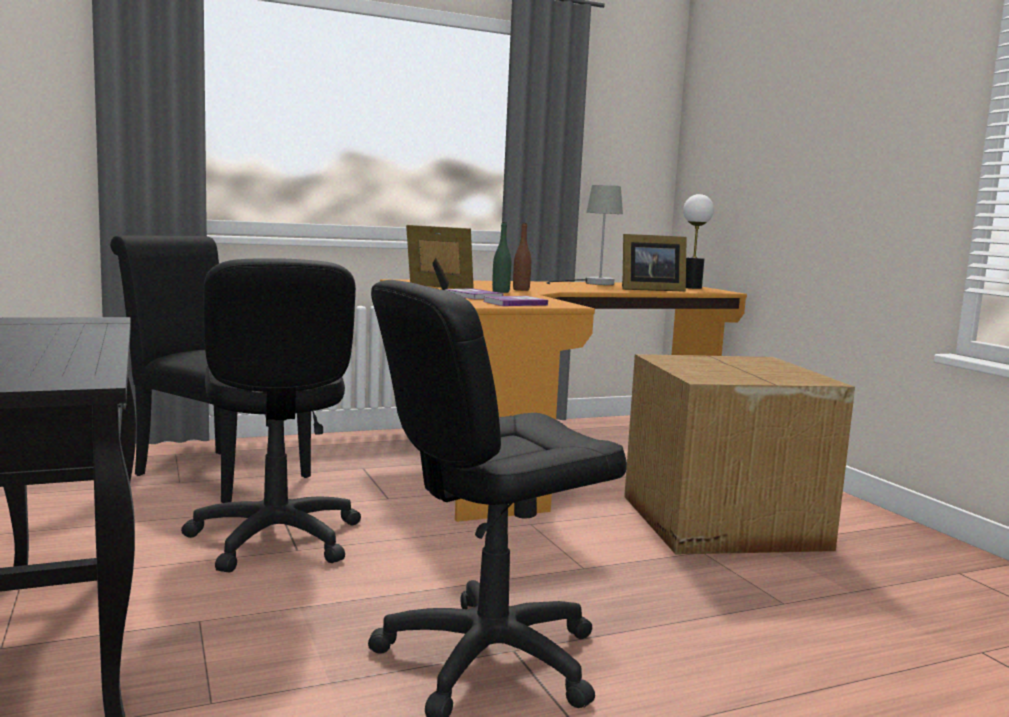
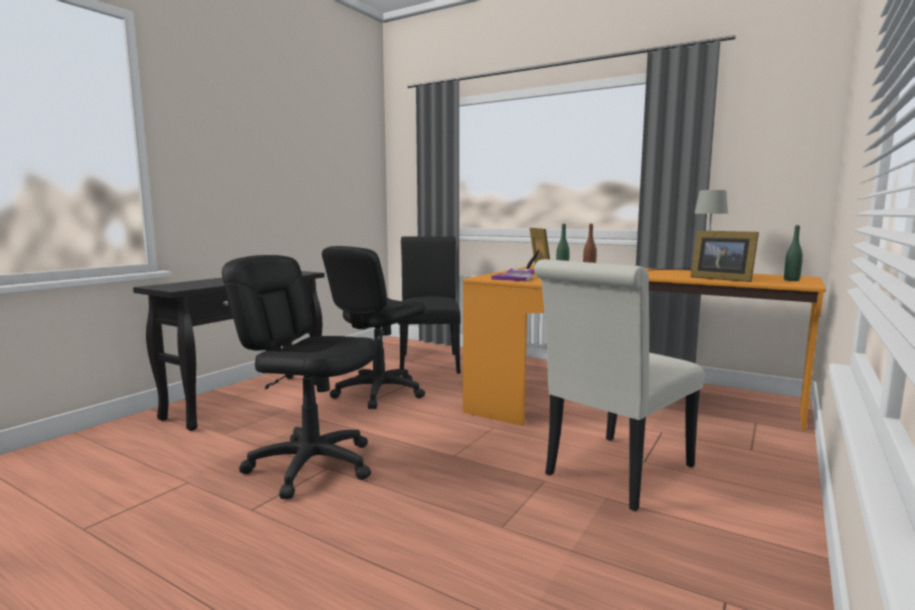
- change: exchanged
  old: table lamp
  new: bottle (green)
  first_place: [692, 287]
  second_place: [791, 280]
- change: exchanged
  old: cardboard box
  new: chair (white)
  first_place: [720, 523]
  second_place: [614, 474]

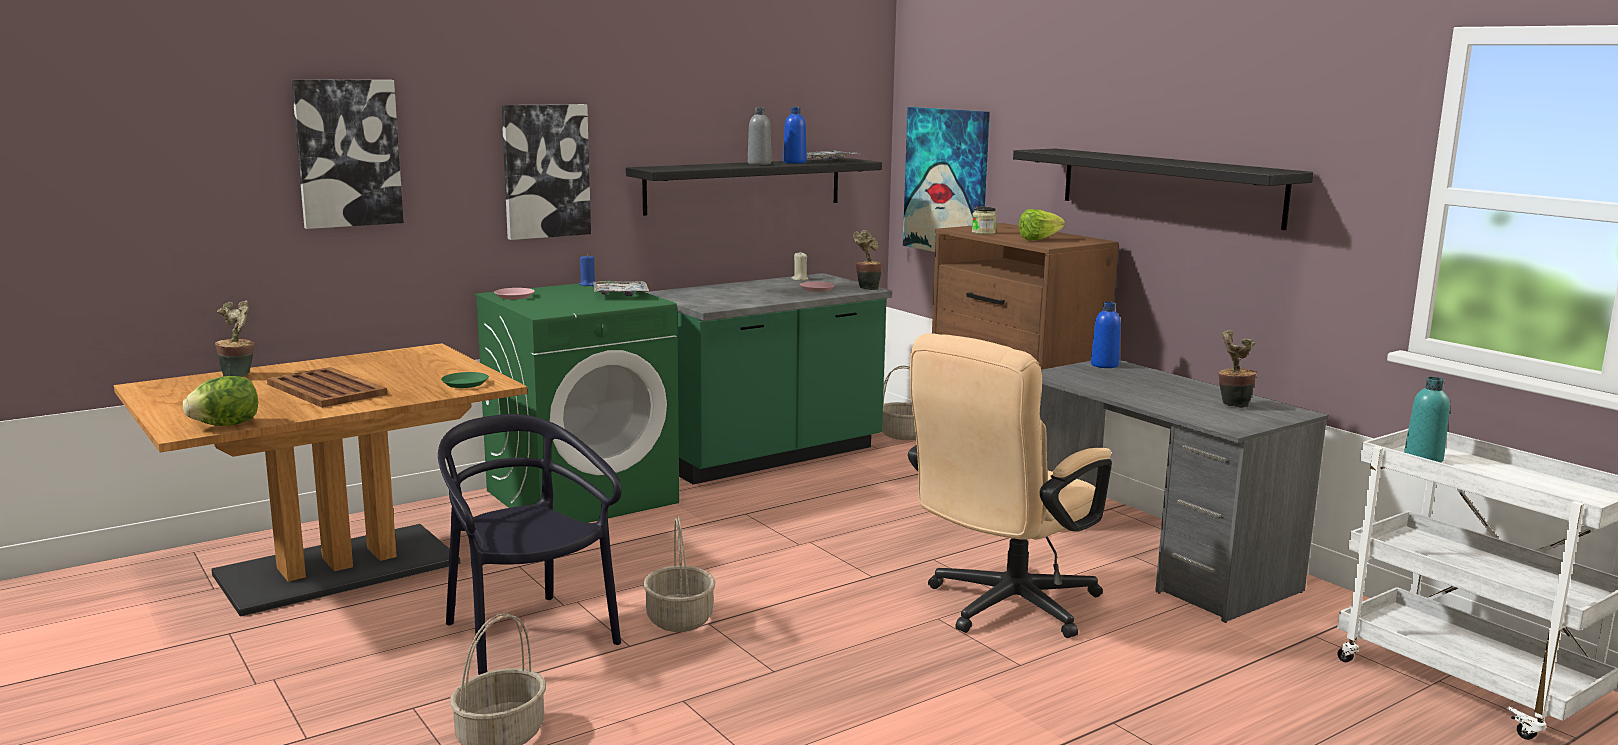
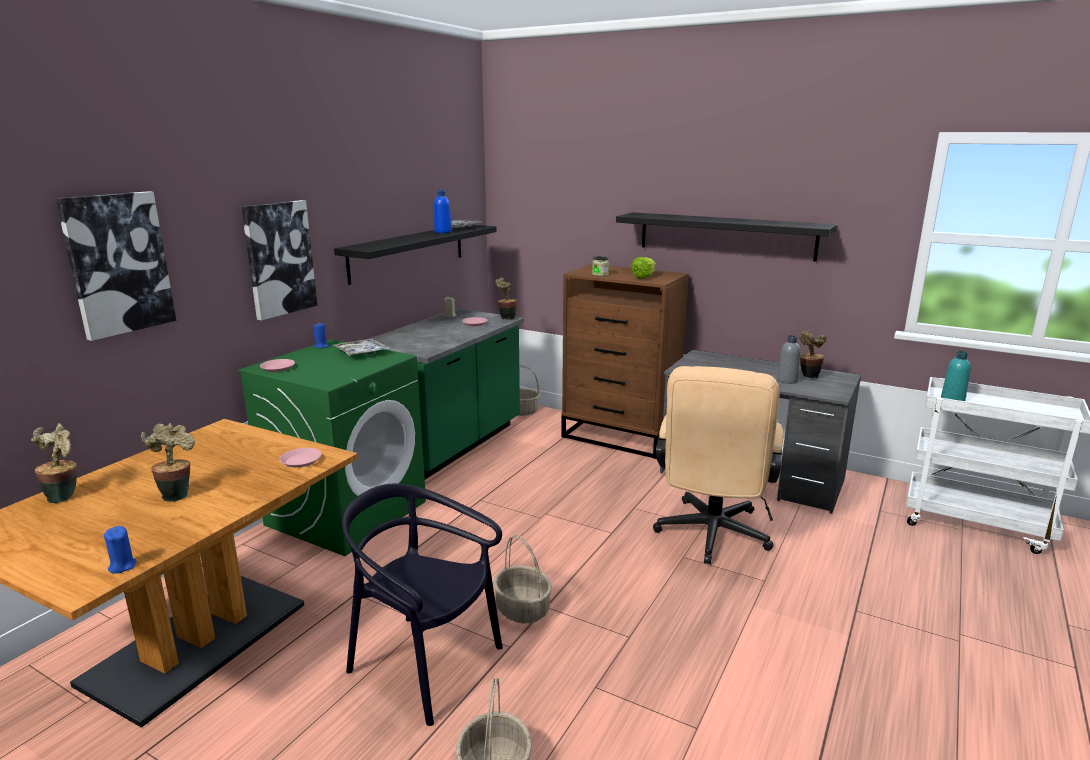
- change: relocated
  old: bottle (grey)
  first_place: [759, 163]
  second_place: [787, 380]
- change: missing
  old: picture
  first_place: [946, 181]
- change: missing
  old: bottle (blue)
  first_place: [1104, 365]
- change: exchanged
  old: tray (brown)
  new: potted plant
  first_place: [326, 389]
  second_place: [176, 494]
- change: colour
  old: plate (green)
  new: plate (pink)
  first_place: [465, 383]
  second_place: [301, 460]
- change: exchanged
  old: lettuce
  new: candle (blue)
  first_place: [226, 425]
  second_place: [122, 566]

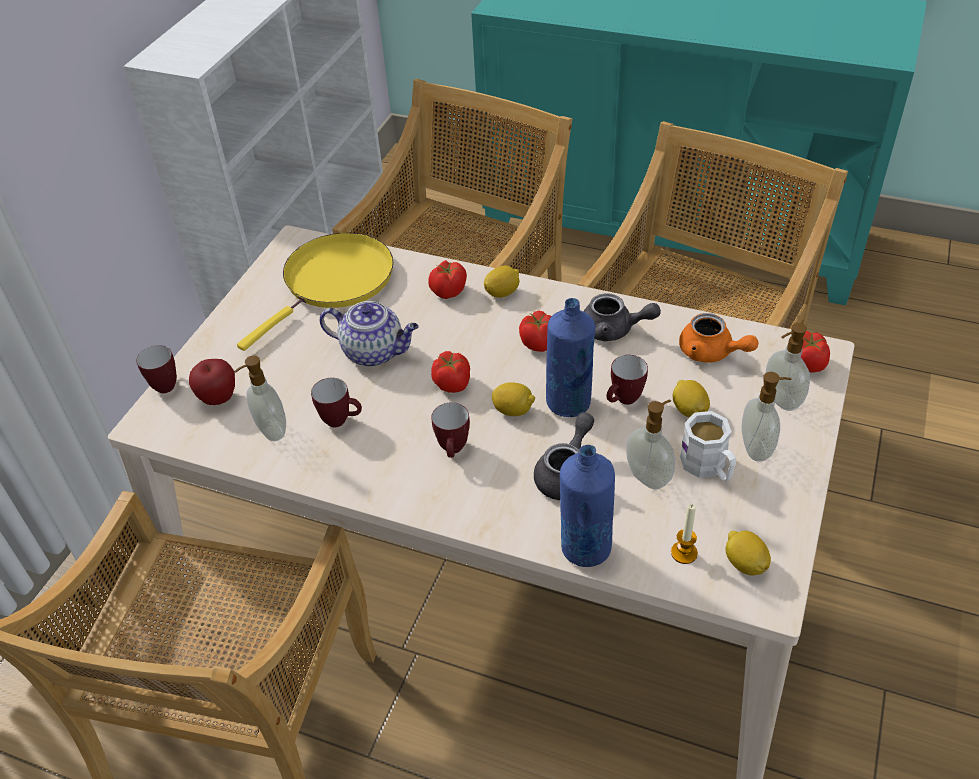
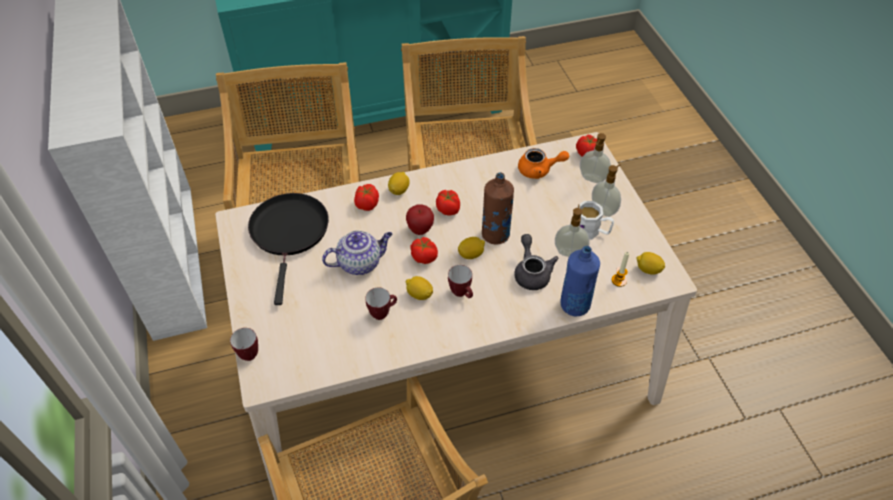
- change: colour
  old: frying pan (yellow)
  new: frying pan (black)
  first_place: [334, 282]
  second_place: [290, 233]
- change: missing
  old: teapot (grey)
  first_place: [614, 330]
- change: colour
  old: bottle (blue)
  new: bottle (brown)
  first_place: [569, 403]
  second_place: [495, 235]
- change: missing
  old: soap dispenser
  first_place: [271, 431]
- change: missing
  old: mug
  first_place: [623, 401]
- change: relocated
  old: apple
  first_place: [218, 398]
  second_place: [420, 230]
- change: relocated
  old: lemon
  first_place: [689, 410]
  second_place: [419, 294]

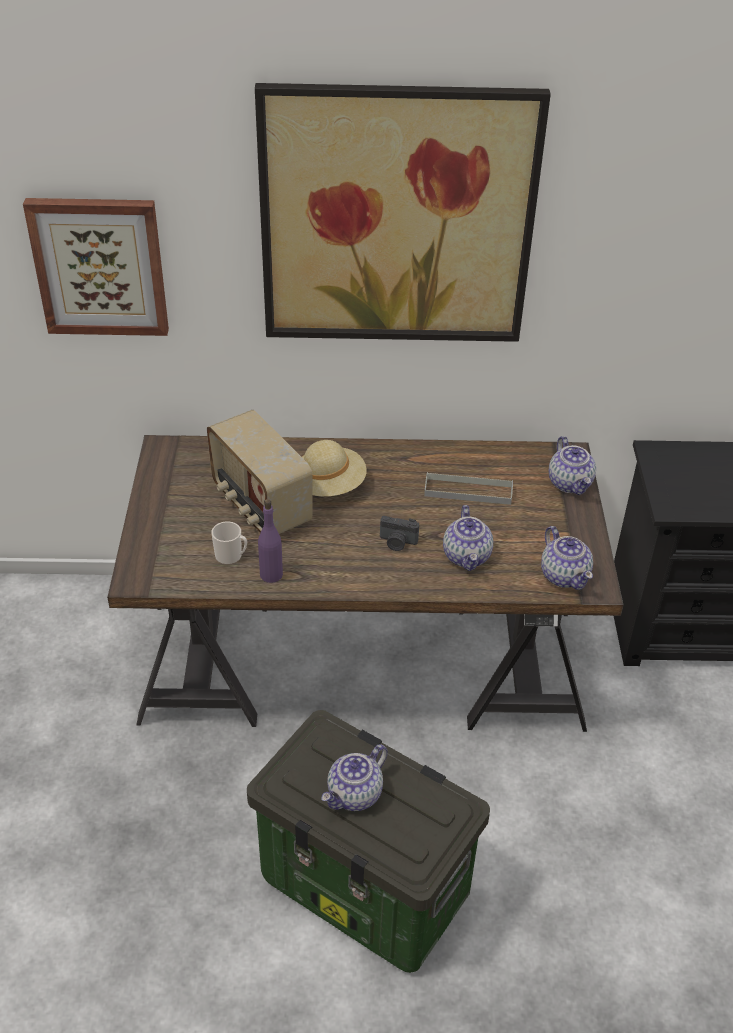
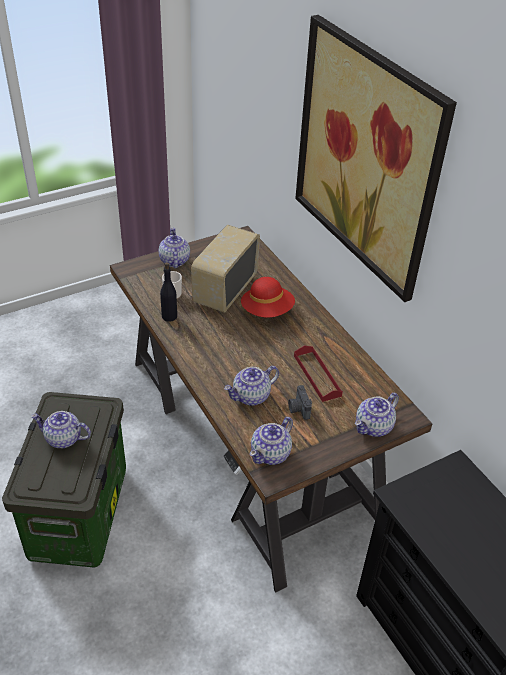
- change: missing
  old: picture
  first_place: [100, 266]
- change: colour
  old: hat (beige)
  new: hat (red)
  first_place: [329, 485]
  second_place: [267, 311]
- change: colour
  old: tray (grey)
  new: tray (red)
  first_place: [468, 491]
  second_place: [317, 375]
- change: colour
  old: bottle (purple)
  new: bottle (black)
  first_place: [271, 574]
  second_place: [169, 316]
- change: relocated
  old: photo camera
  first_place: [397, 542]
  second_place: [298, 409]
- change: appeared
  new: teapot
  second_place: [174, 260]

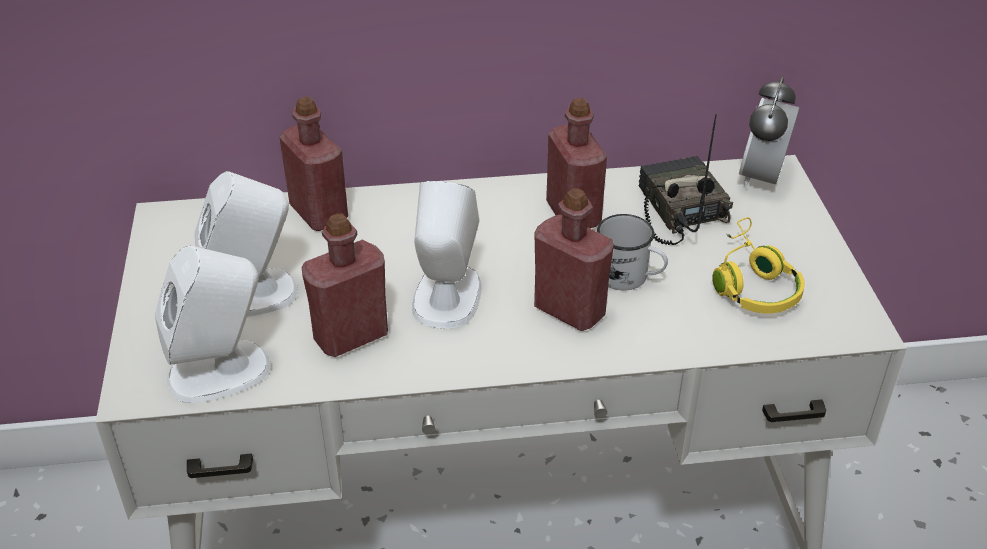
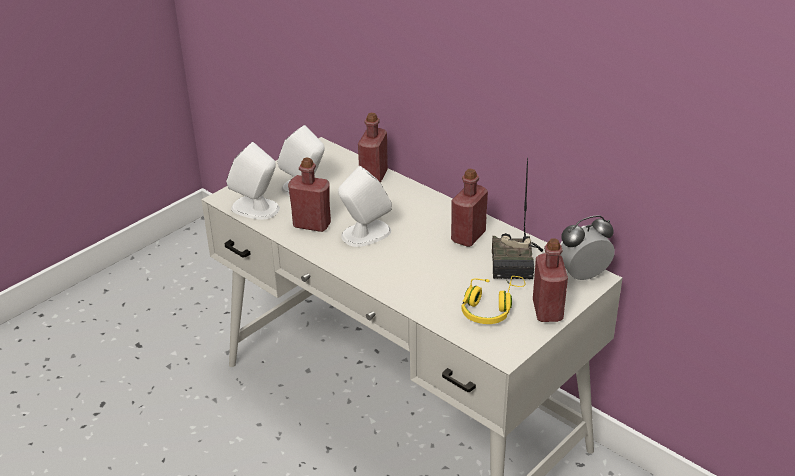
- change: spun
  old: radio
  first_place: [677, 209]
  second_place: [516, 262]
  degrees: 150
- change: relocated
  old: bottle (red)
  first_place: [569, 310]
  second_place: [547, 310]
- change: missing
  old: mug (white)
  first_place: [629, 277]

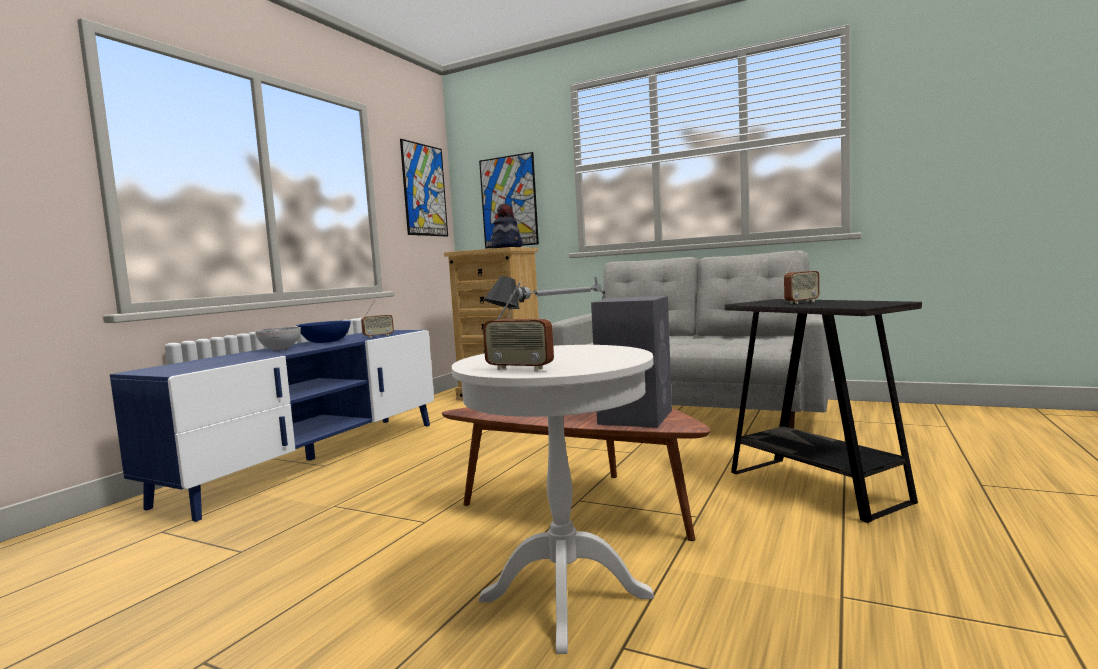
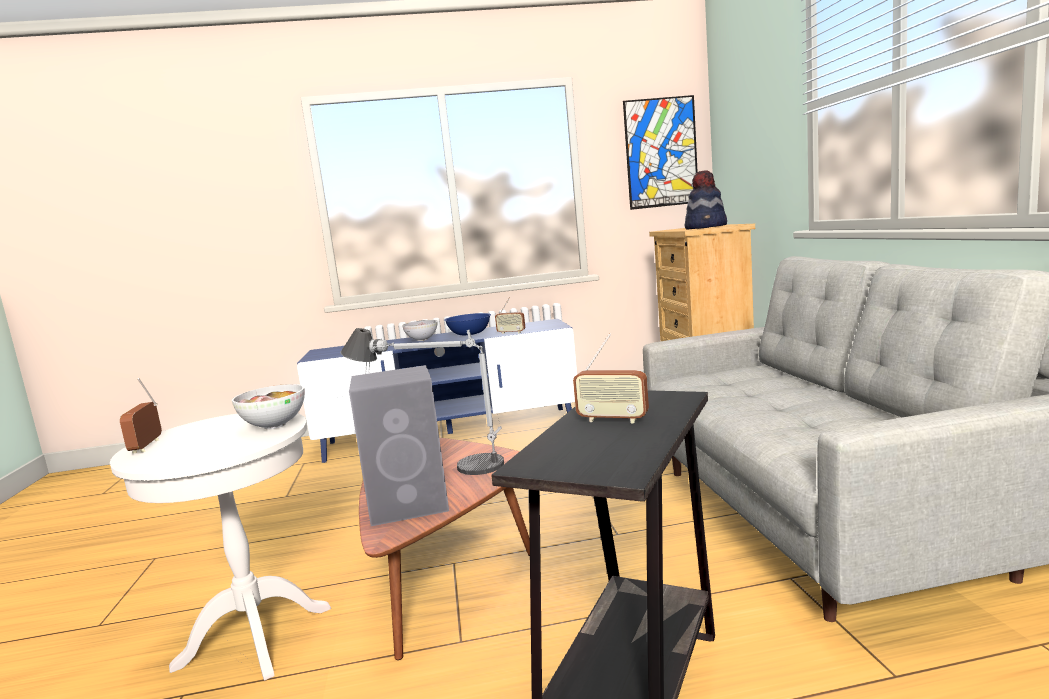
- change: missing
  old: picture
  first_place: [509, 201]
- change: appeared
  new: bowl
  second_place: [274, 425]

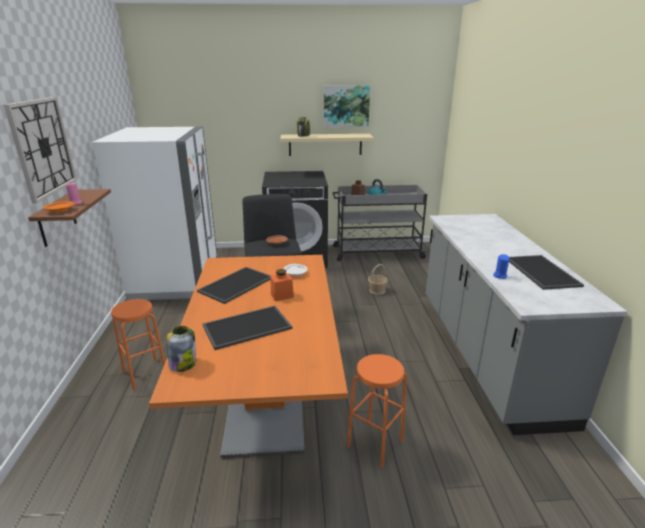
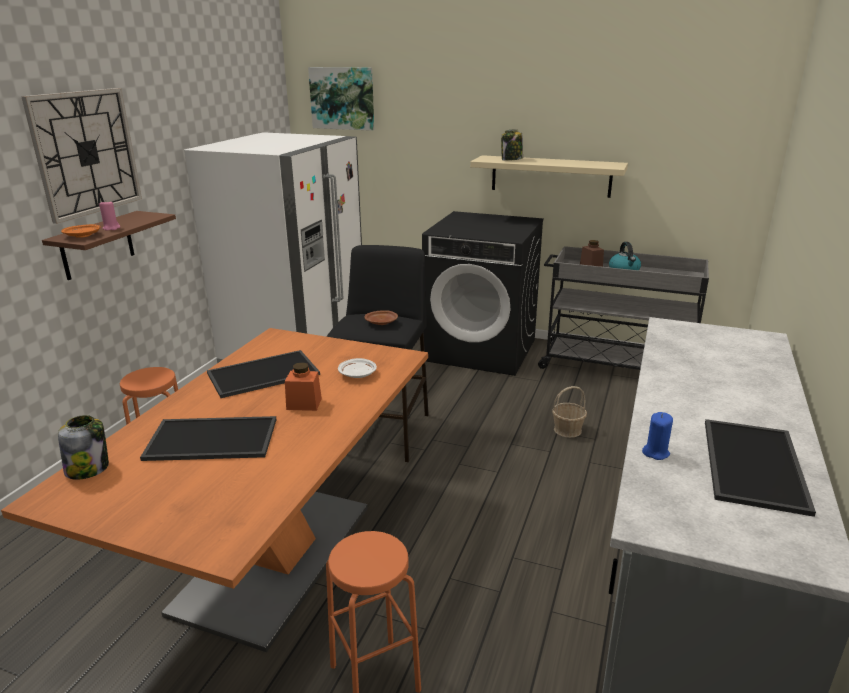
- change: relocated
  old: picture
  first_place: [346, 106]
  second_place: [342, 98]

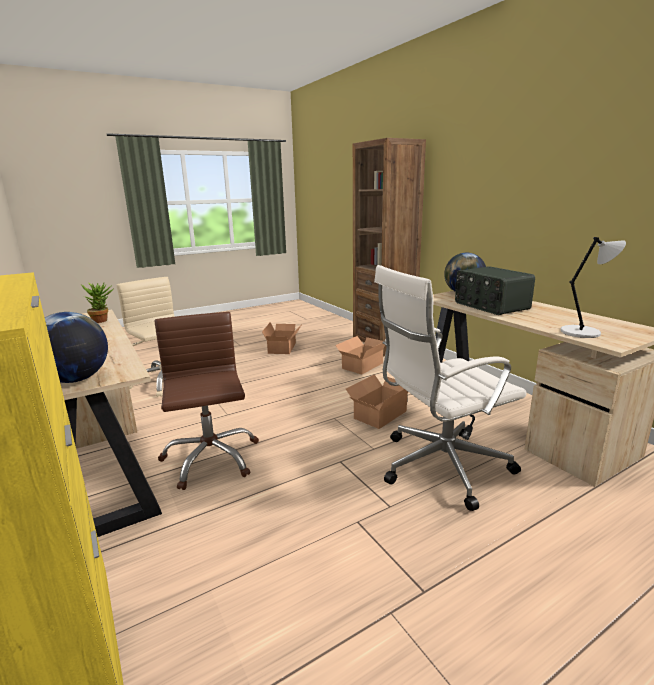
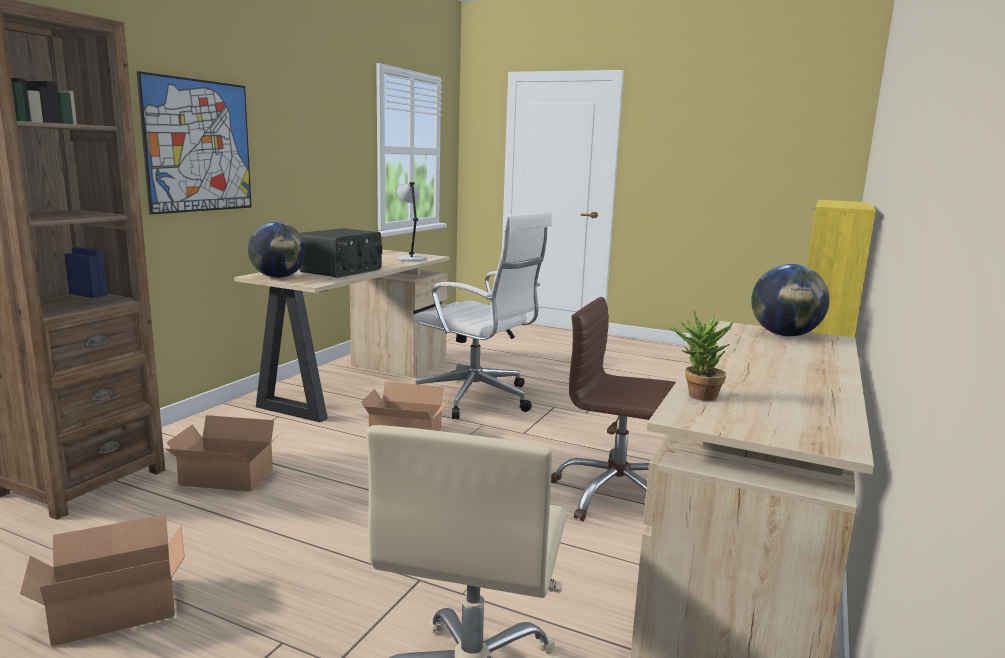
- change: spun
  old: office chair (brown)
  first_place: [210, 458]
  second_place: [616, 495]
  degrees: 75
- change: appeared
  new: picture
  second_place: [199, 146]

